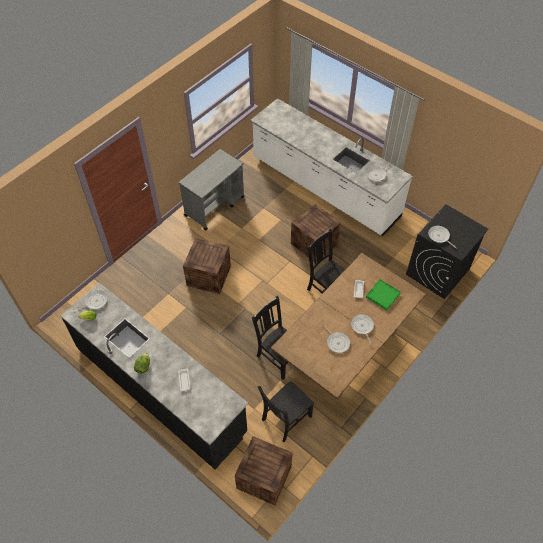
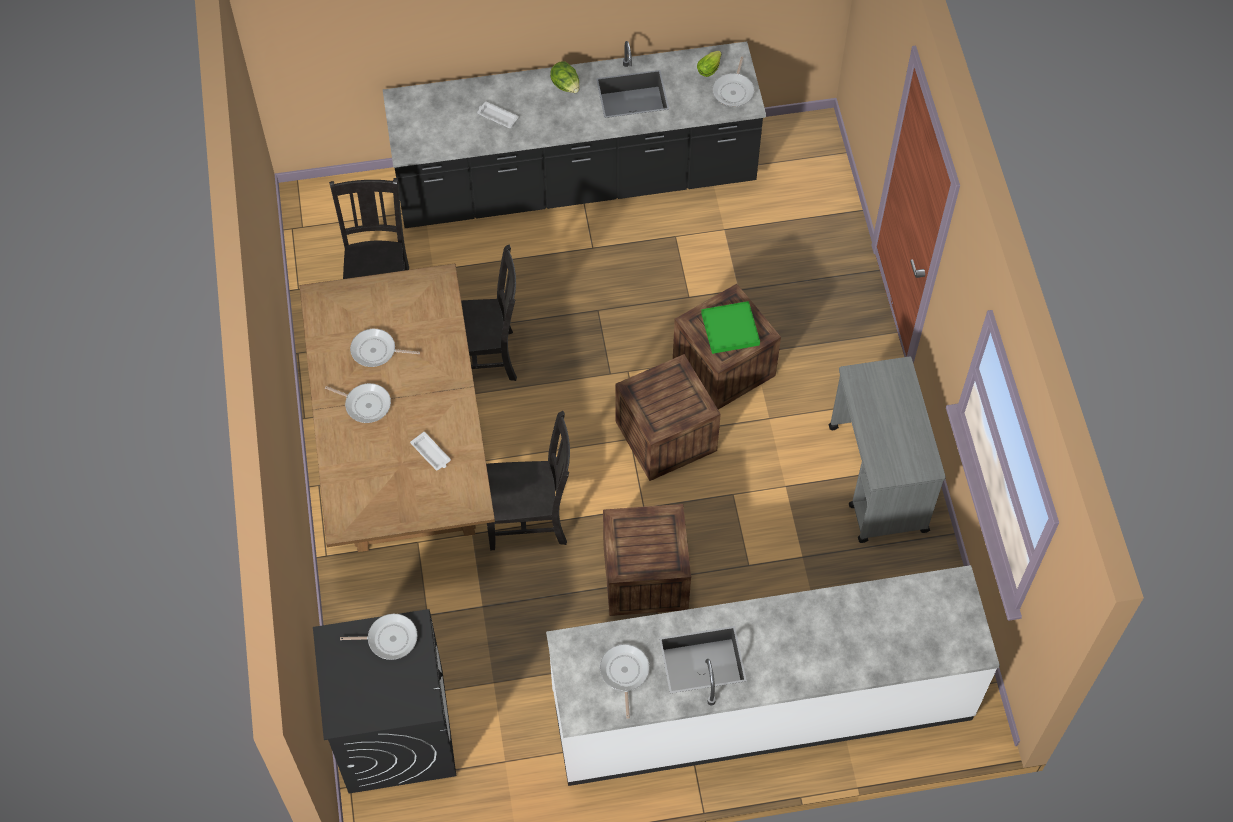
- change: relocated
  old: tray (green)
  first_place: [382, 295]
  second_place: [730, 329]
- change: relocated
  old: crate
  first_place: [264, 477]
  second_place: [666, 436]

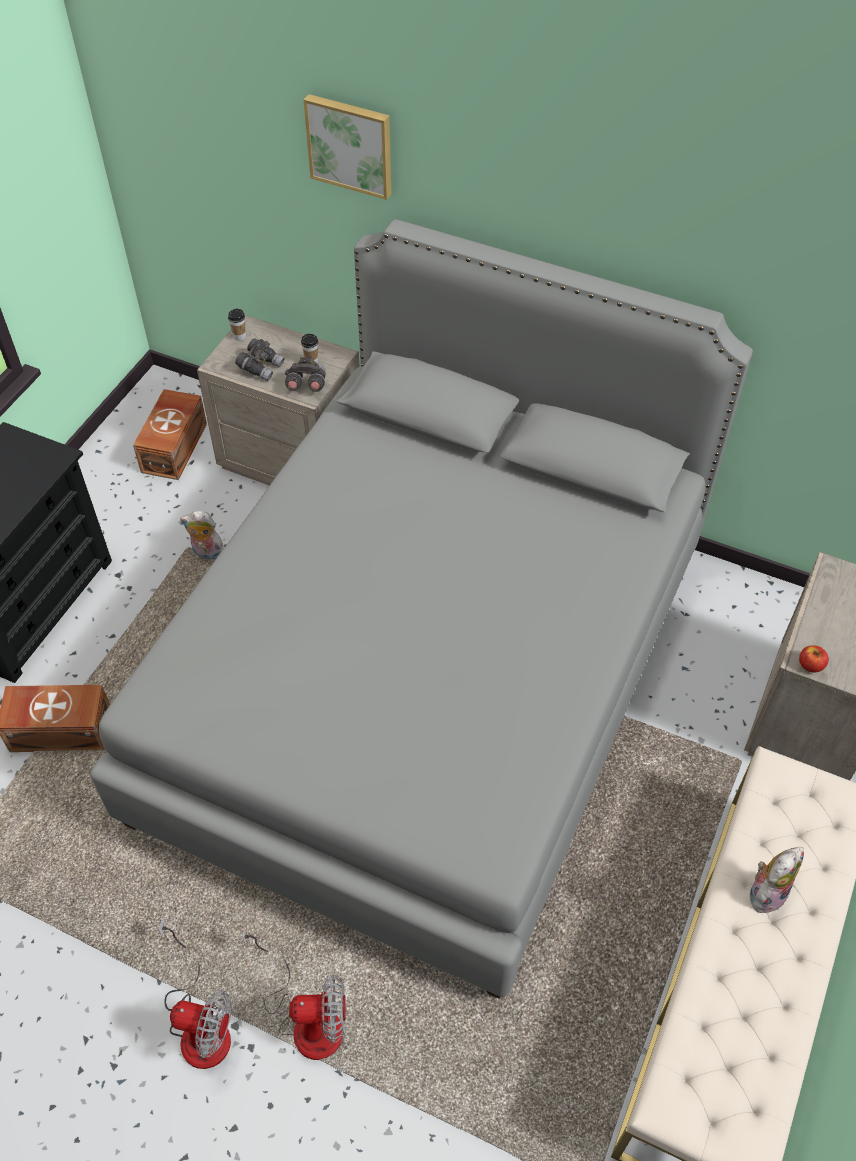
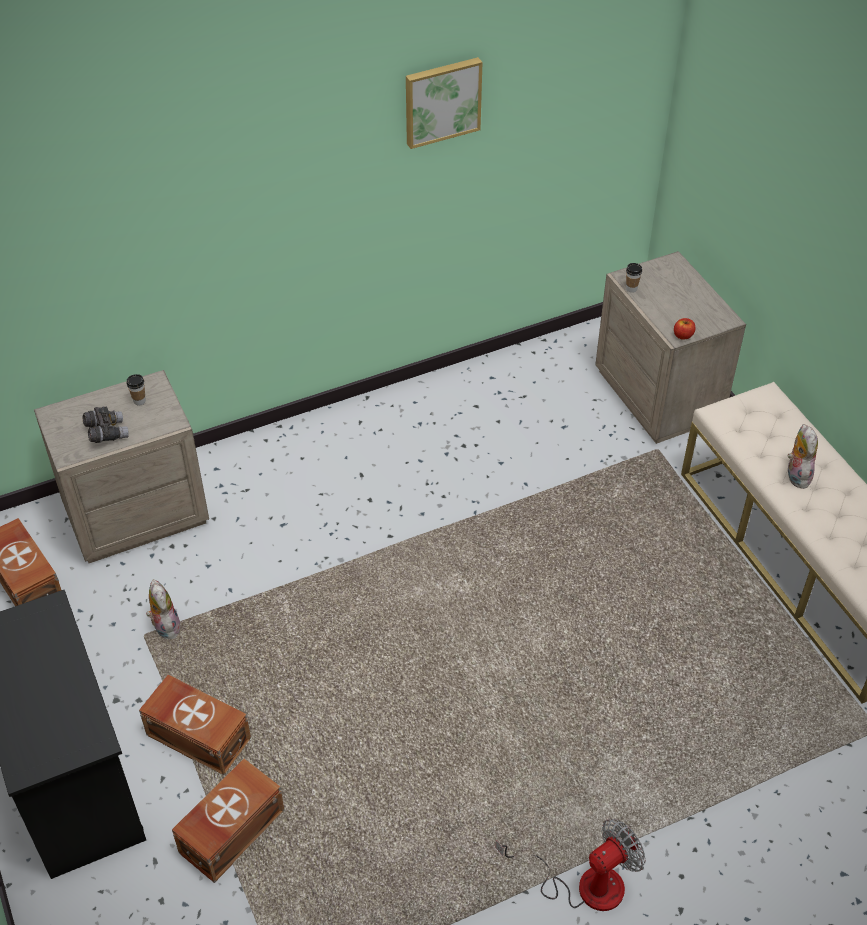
- change: relocated
  old: picture
  first_place: [350, 145]
  second_place: [441, 101]
- change: missing
  old: bed (grey)
  first_place: [428, 680]
- change: relocated
  old: cup
  first_place: [239, 336]
  second_place: [631, 289]
- change: missing
  old: binoculars (grey)
  first_place: [306, 385]
- change: spun
  old: plush toy
  first_place: [207, 554]
  second_place: [165, 626]
  degrees: 105
- change: missing
  old: fan
  first_place: [307, 1019]
- change: appeared
  new: storage box (brown)
  second_place: [198, 735]

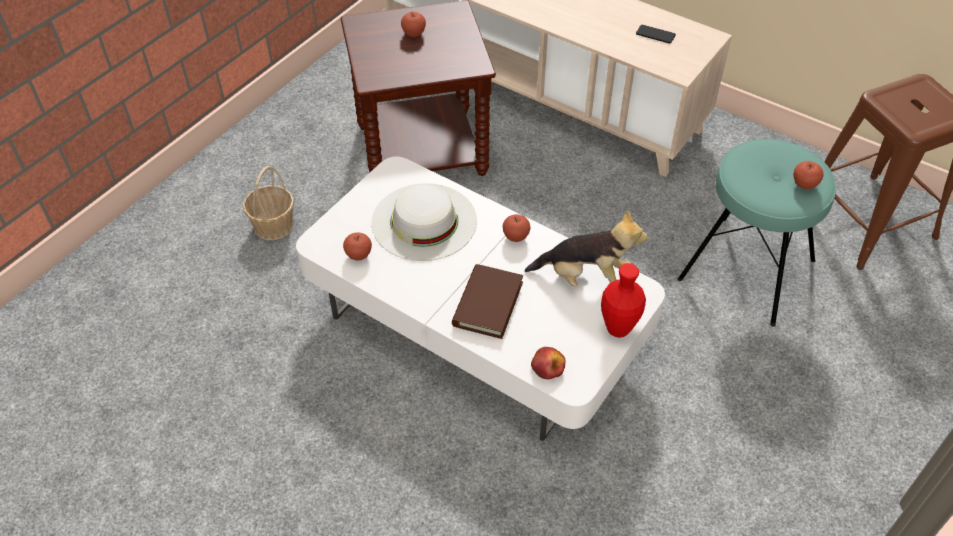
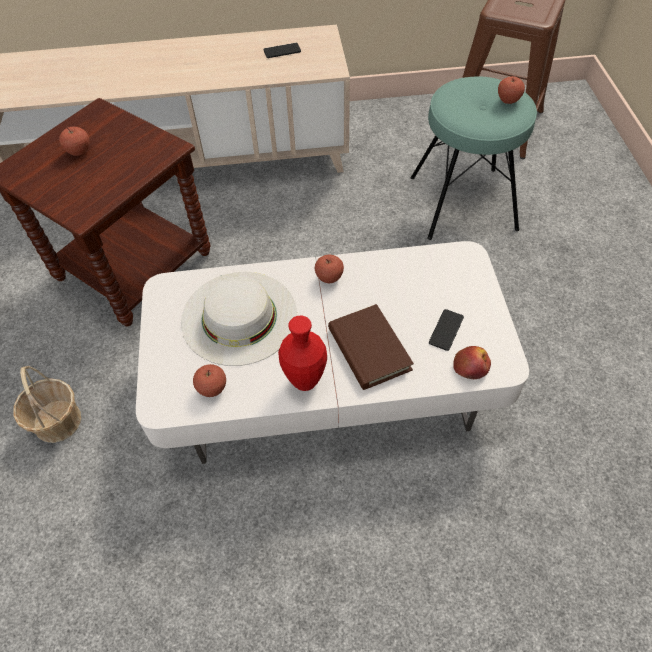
- change: missing
  old: plush toy
  first_place: [585, 277]
- change: relocated
  old: vase (red)
  first_place: [618, 329]
  second_place: [305, 381]
- change: appeared
  new: phone
  second_place: [446, 330]

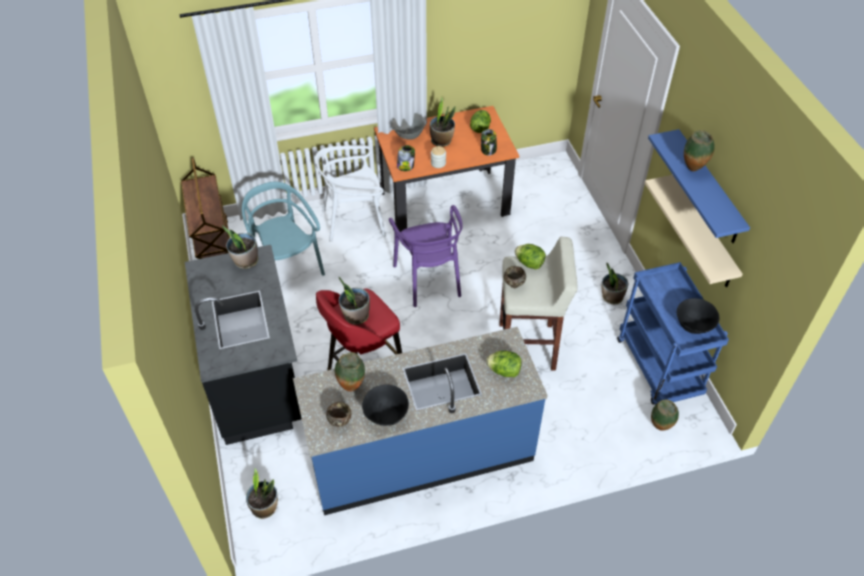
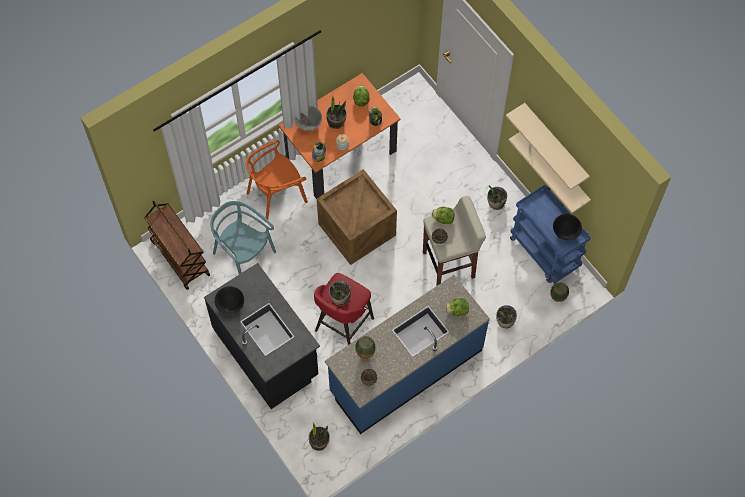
- change: colour
  old: shelf (blue)
  new: shelf (beige)
  first_place: [708, 188]
  second_place: [555, 144]
- change: missing
  old: vase
  first_place: [693, 170]
- change: colour
  old: chair (white)
  new: chair (orange)
  first_place: [354, 221]
  second_place: [276, 195]
- change: exchanged
  old: chair (purple)
  new: crate
  first_place: [429, 279]
  second_place: [356, 230]
- change: relocated
  old: potted plant
  first_place: [245, 261]
  second_place: [505, 321]
- change: relocated
  old: bowl (black)
  first_place: [386, 416]
  second_place: [230, 305]

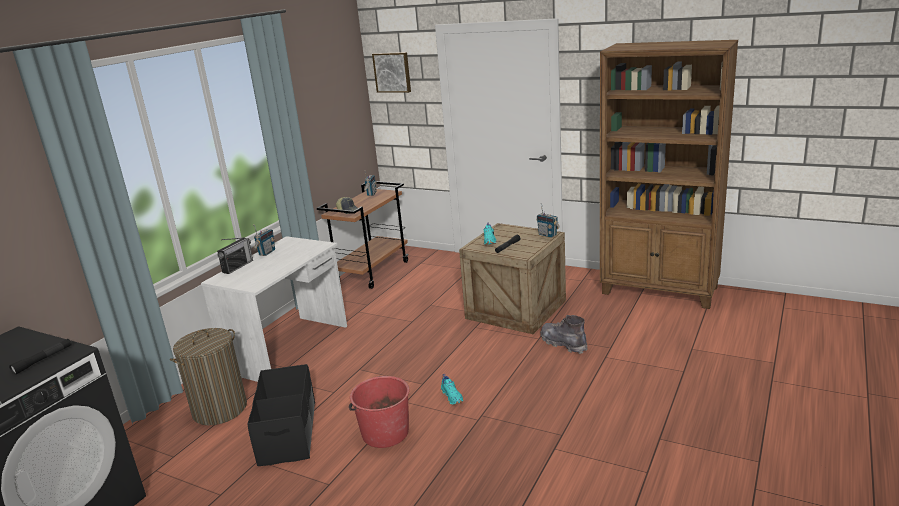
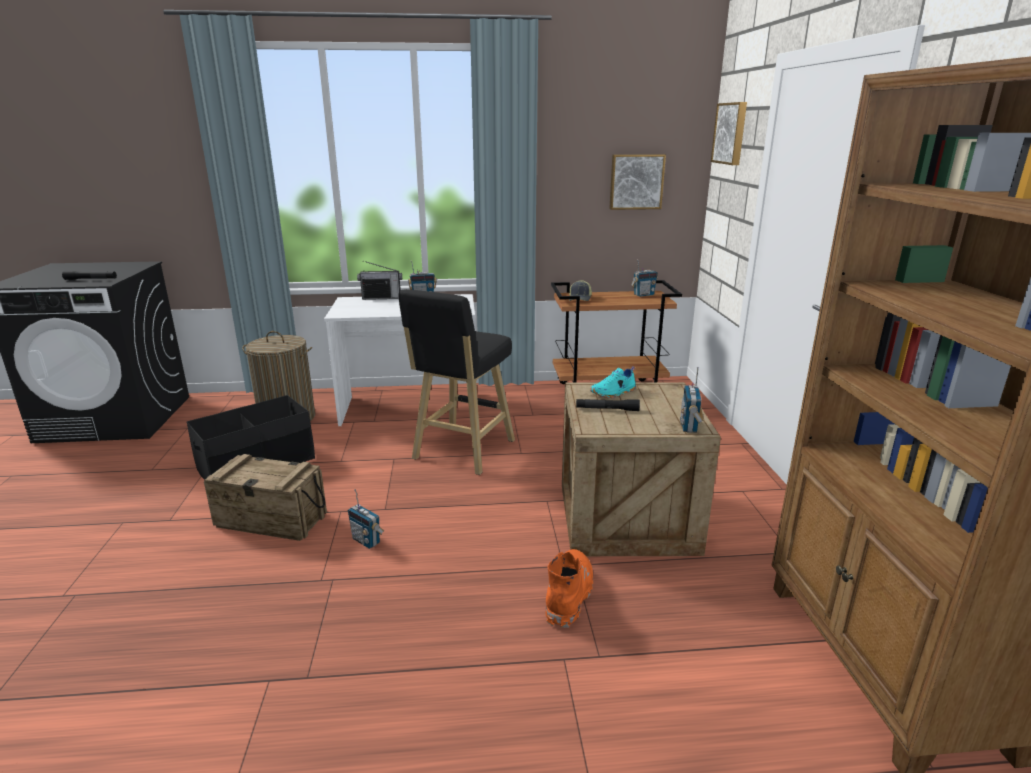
- change: colour
  old: boot (grey)
  new: boot (orange)
  first_place: [563, 343]
  second_place: [568, 596]
- change: exchanged
  old: shoe (turquoise)
  new: radio
  first_place: [452, 397]
  second_place: [366, 541]
- change: exchanged
  old: bucket (red)
  new: crate
  first_place: [384, 433]
  second_place: [272, 520]
- change: appeared
  new: picture
  second_place: [636, 181]
- change: appeared
  new: stool (black)
  second_place: [461, 452]

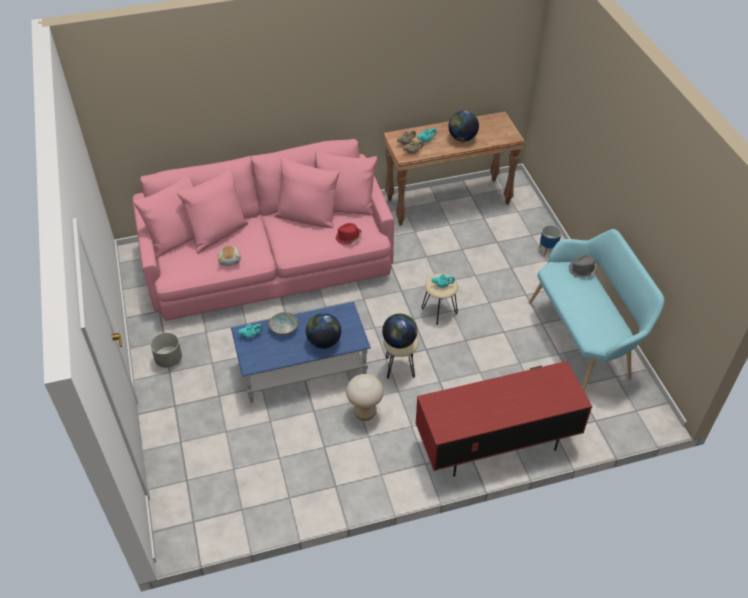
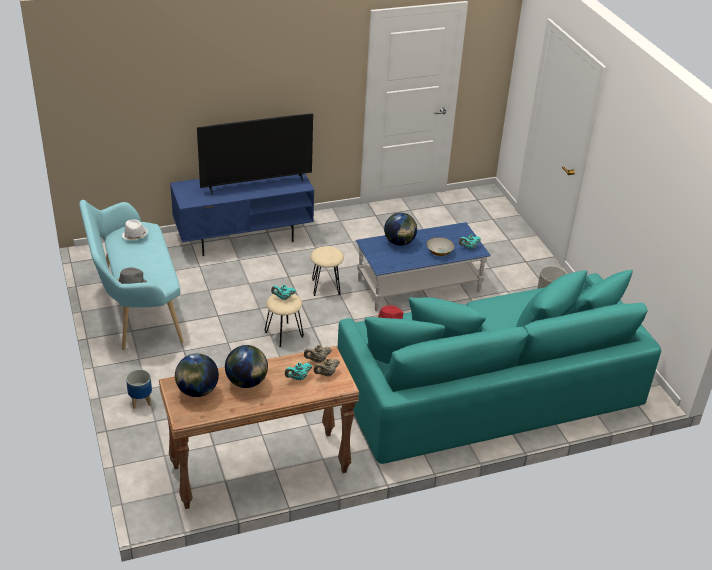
- change: colour
  old: sofa (pink)
  new: sofa (turquoise)
  first_place: [268, 259]
  second_place: [486, 388]
- change: missing
  old: plush toy
  first_place: [230, 260]
- change: relocated
  old: globe
  first_place: [399, 342]
  second_place: [197, 391]
- change: colour
  old: tv stand (red)
  new: tv stand (blue)
  first_place: [495, 443]
  second_place: [244, 236]
- change: missing
  old: stool (beige)
  first_place: [365, 413]
- change: appeared
  new: television
  second_place: [256, 184]
- change: appeared
  new: hat (white)
  second_place: [134, 236]

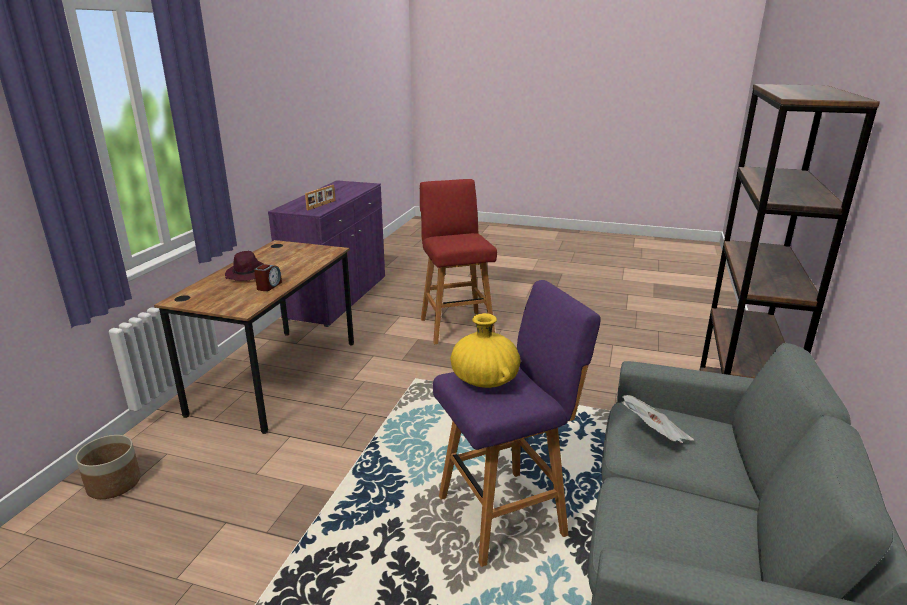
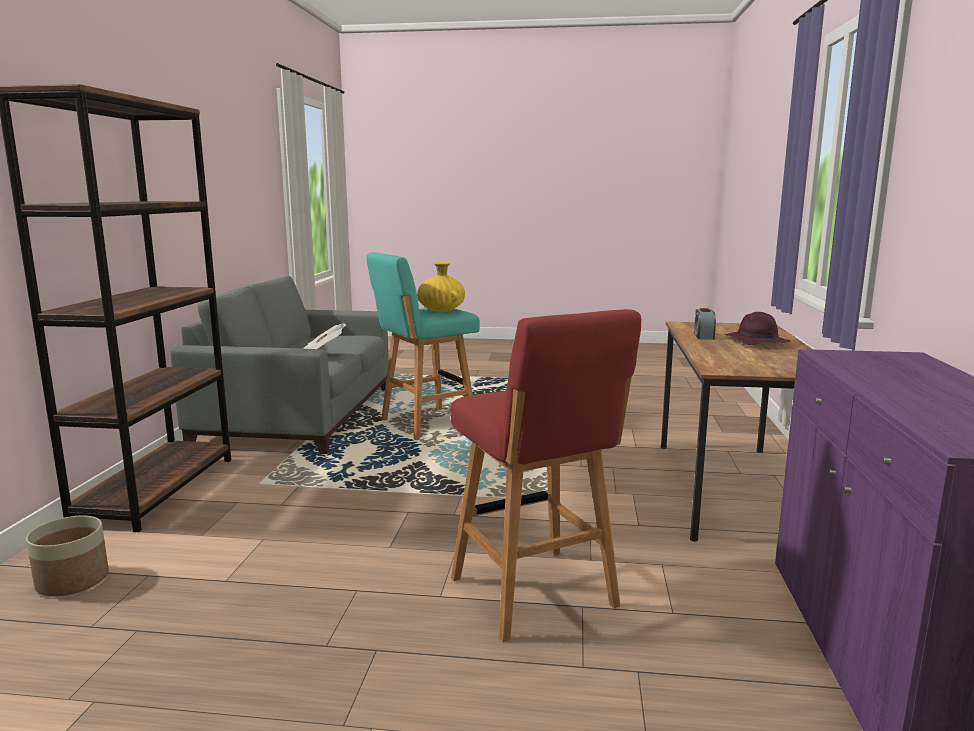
- change: missing
  old: picture frame
  first_place: [322, 205]
- change: colour
  old: stool (purple)
  new: stool (turquoise)
  first_place: [505, 514]
  second_place: [425, 424]
- change: relocated
  old: planter
  first_place: [113, 484]
  second_place: [73, 580]

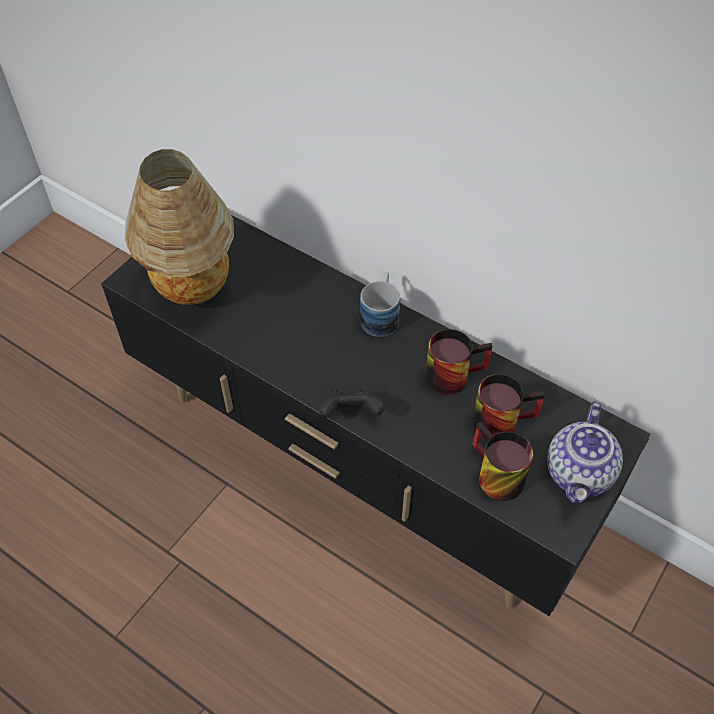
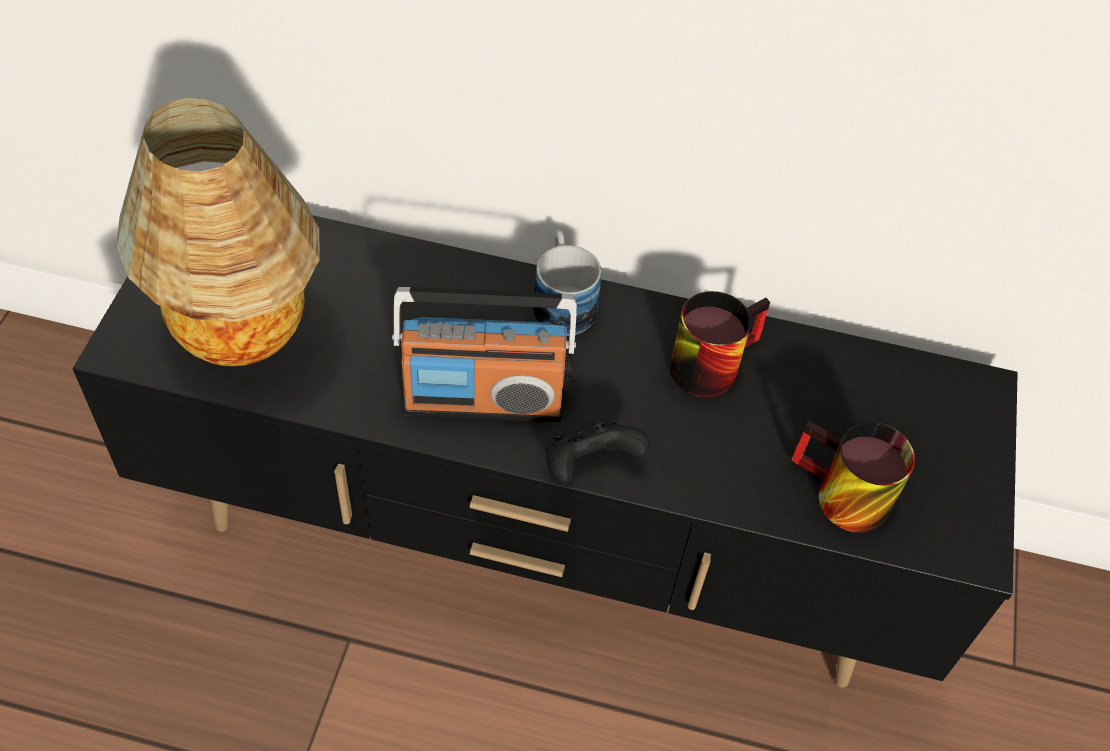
- change: missing
  old: mug
  first_place: [501, 418]
- change: missing
  old: teapot
  first_place: [580, 474]
- change: appeared
  new: radio
  second_place: [483, 400]

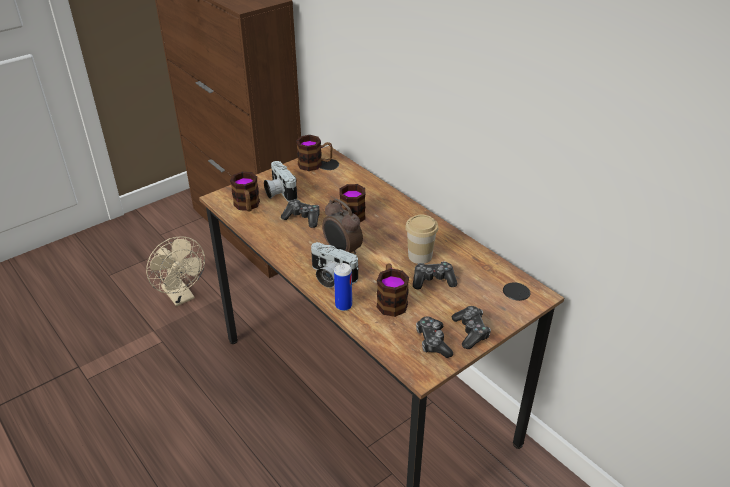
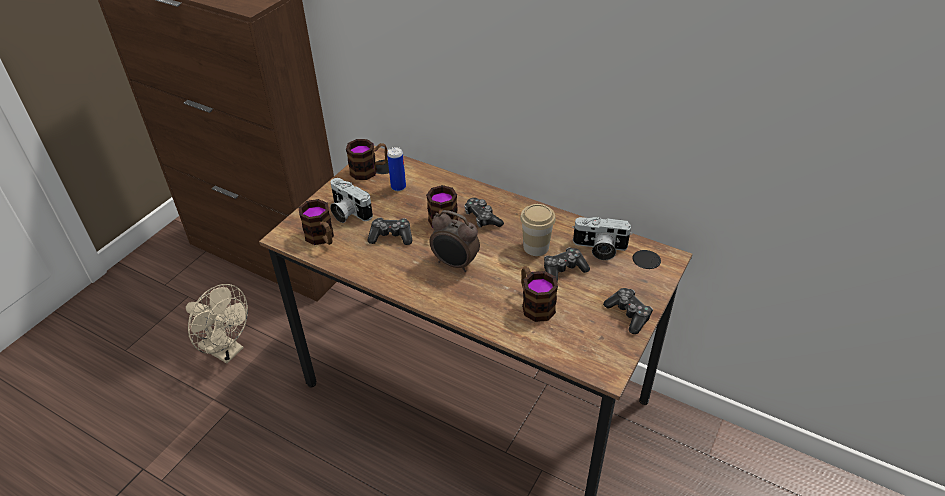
- change: relocated
  old: photo camera
  first_place: [330, 277]
  second_place: [599, 249]
- change: relocated
  old: can
  first_place: [343, 306]
  second_place: [398, 187]
- change: relocated
  old: game controller
  first_place: [433, 342]
  second_place: [482, 218]

